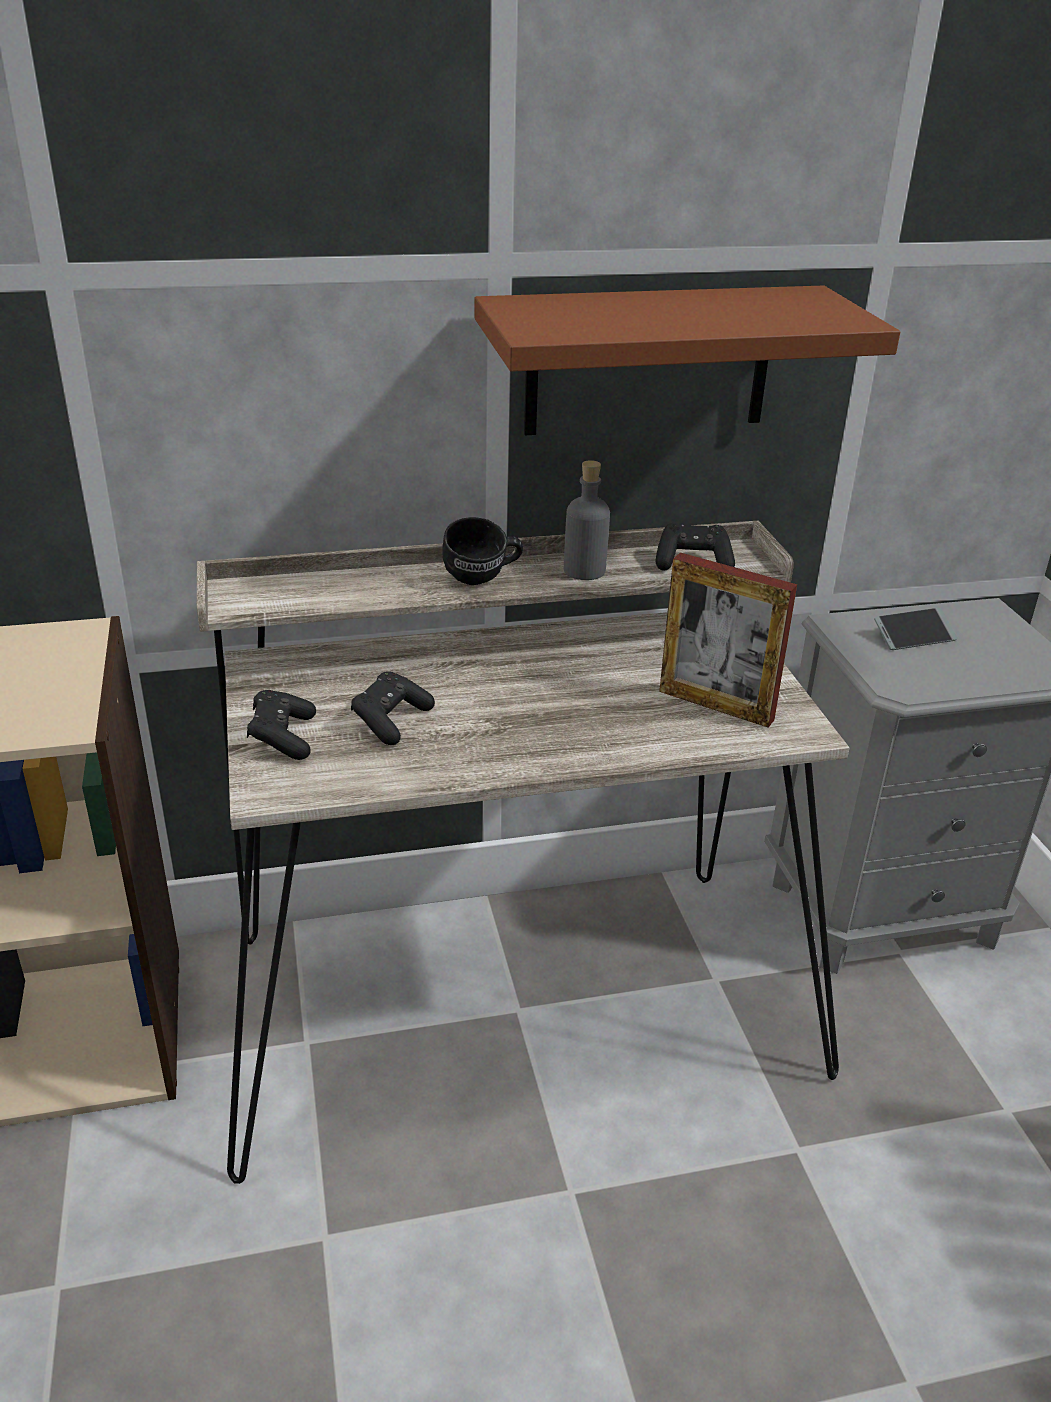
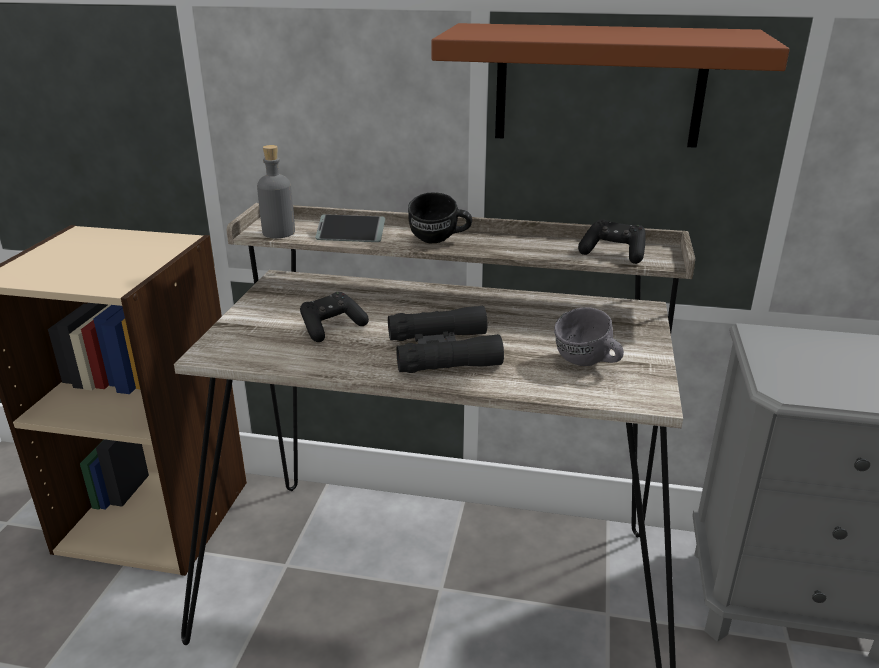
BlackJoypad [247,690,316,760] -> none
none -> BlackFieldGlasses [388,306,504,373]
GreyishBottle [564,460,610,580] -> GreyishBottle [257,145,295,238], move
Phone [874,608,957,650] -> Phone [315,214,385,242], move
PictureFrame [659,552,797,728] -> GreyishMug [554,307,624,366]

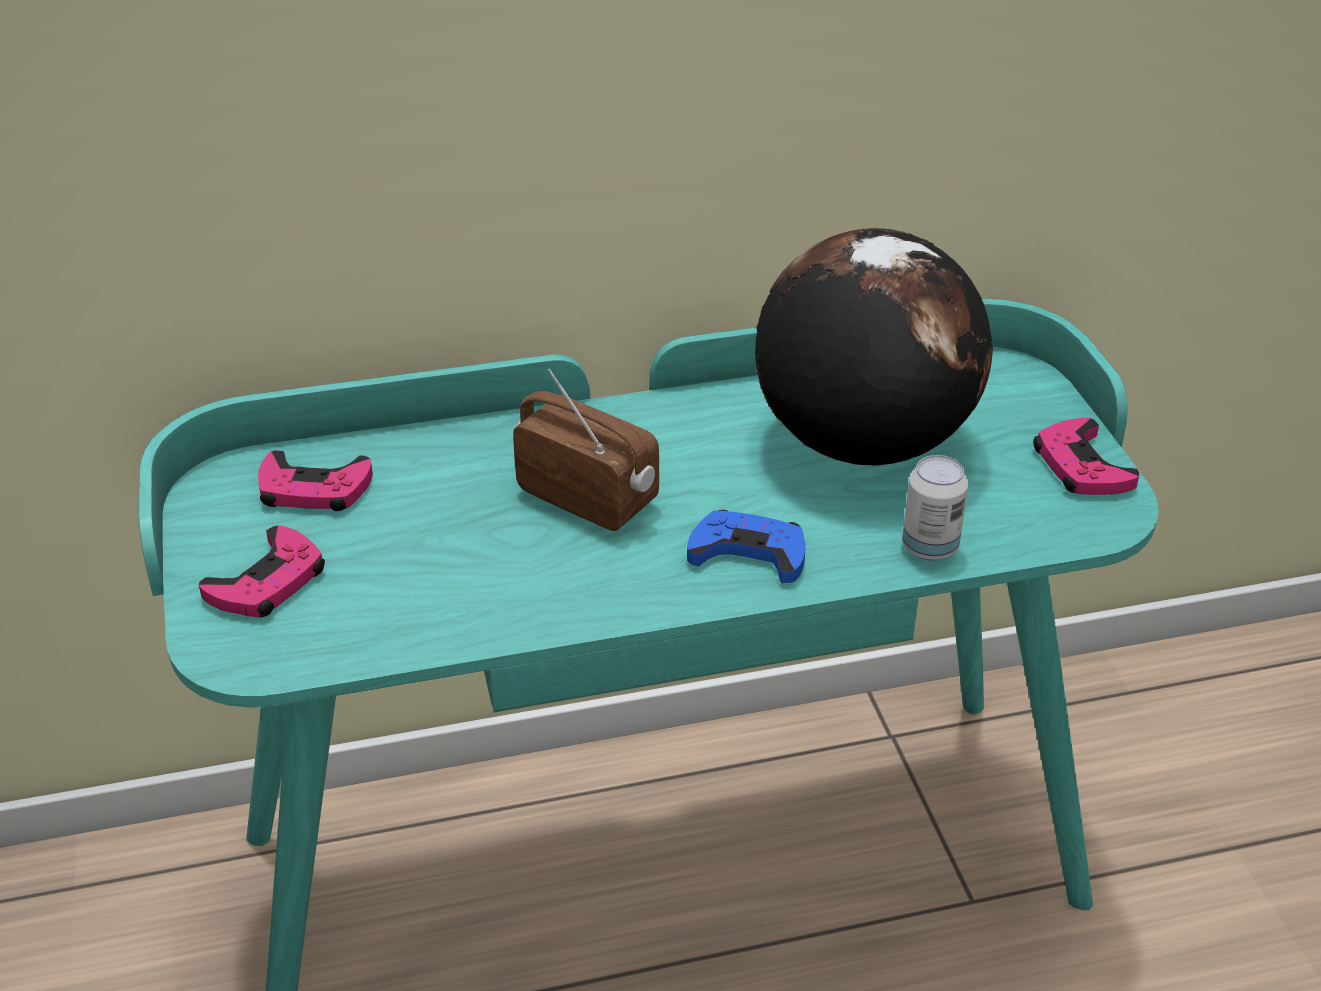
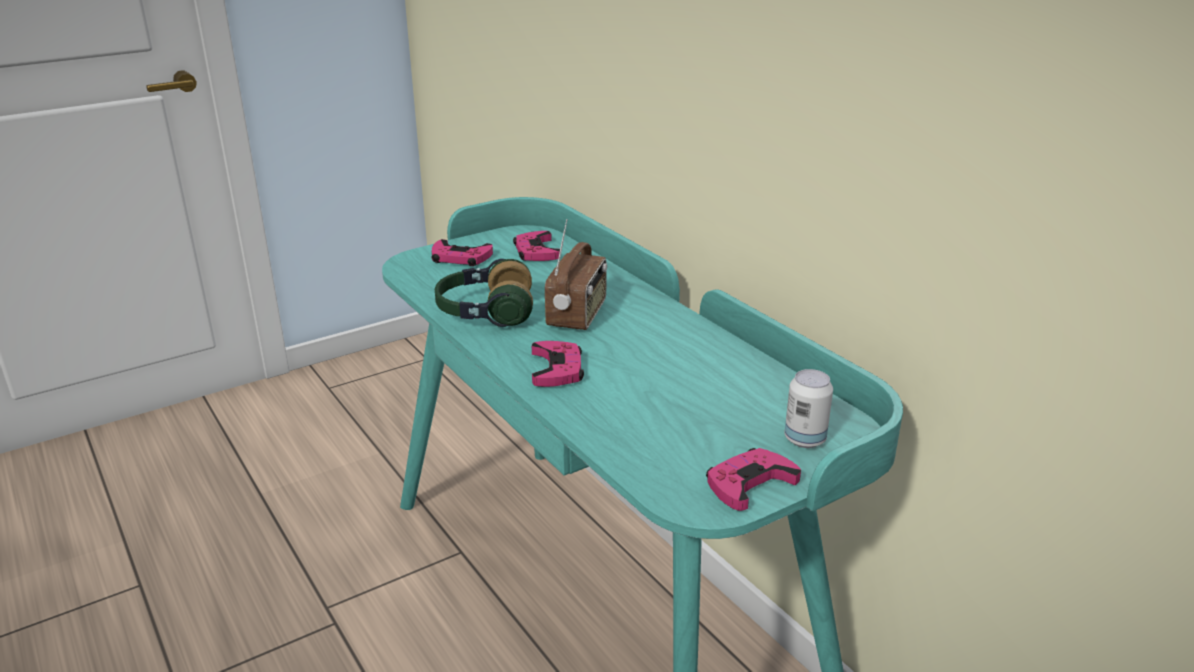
DeskGlobe [755,228,993,466] -> none
none -> Headset [435,259,533,327]
MetalCan [902,455,968,561] -> MetalCan [784,369,833,448], move
BluishJoypad [687,510,805,583] -> PinkJoypad [532,341,584,387]

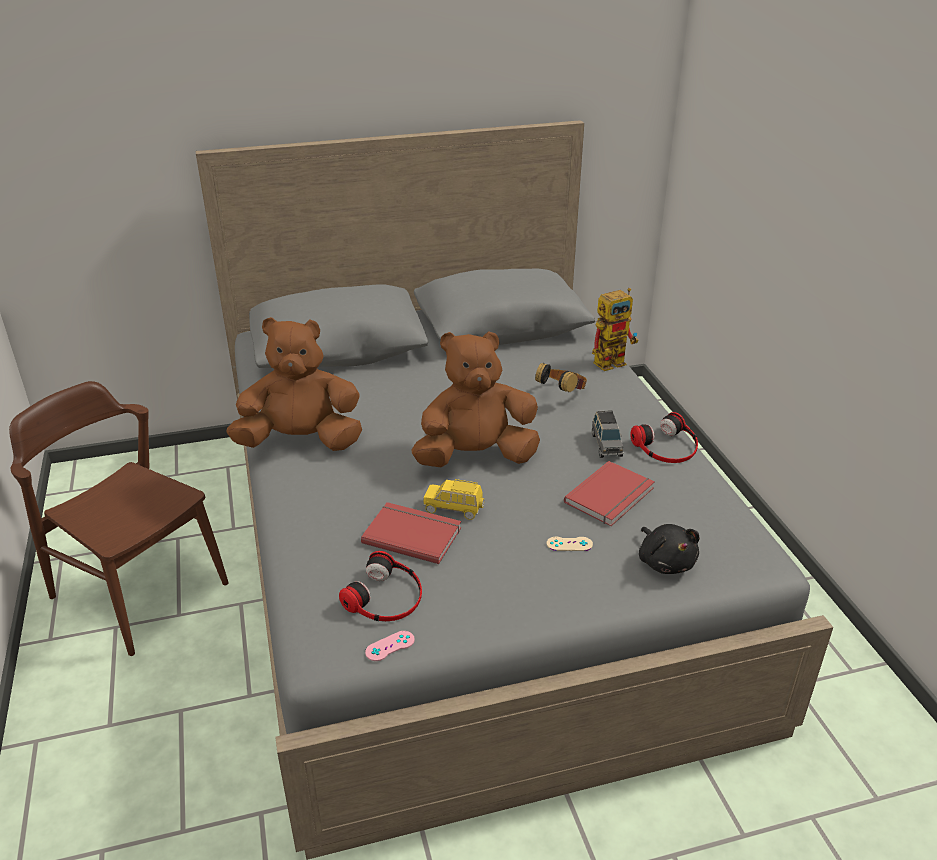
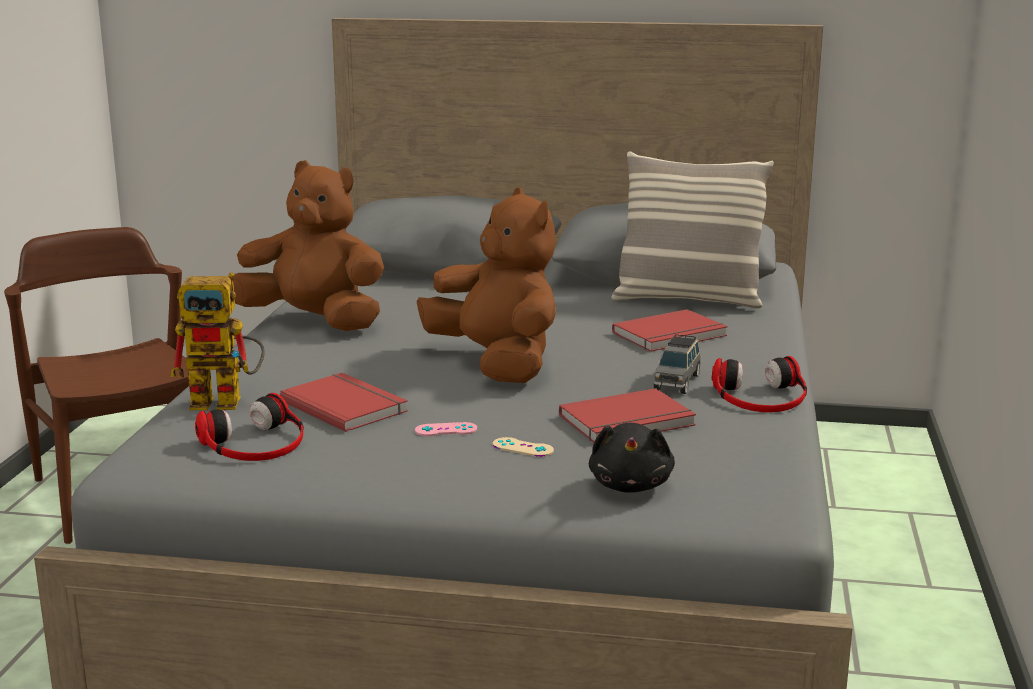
YellowToyCar [423,479,484,520] -> none
none -> Pillow [611,151,774,308]
PinkJoypad [365,631,415,661] -> PinkJoypad [415,422,477,436], move
ModelRobot [592,288,638,371] -> ModelRobot [170,272,265,410], move
Headset [535,363,587,393] -> RedColouredVolume [612,309,728,352]
BrownishCuddlyToy [411,331,540,467] -> BrownishCuddlyToy [417,187,556,383], 45 degrees clockwise

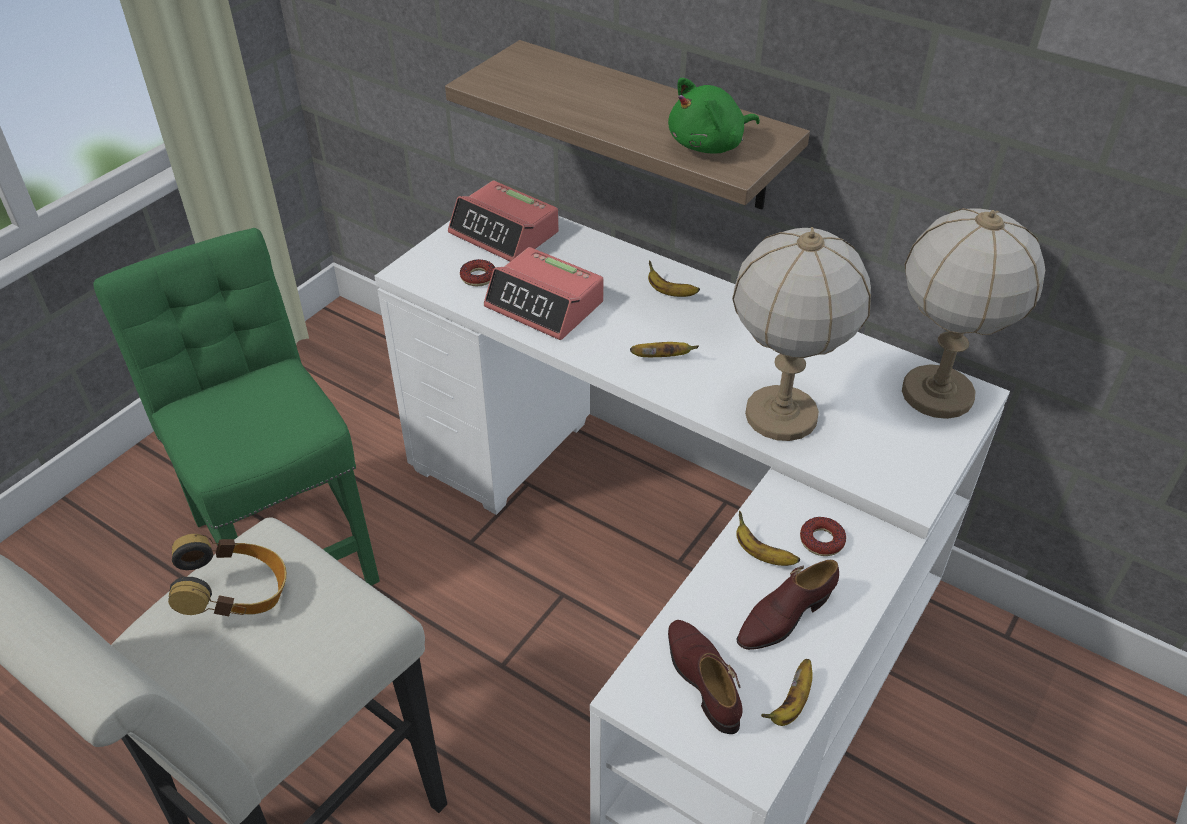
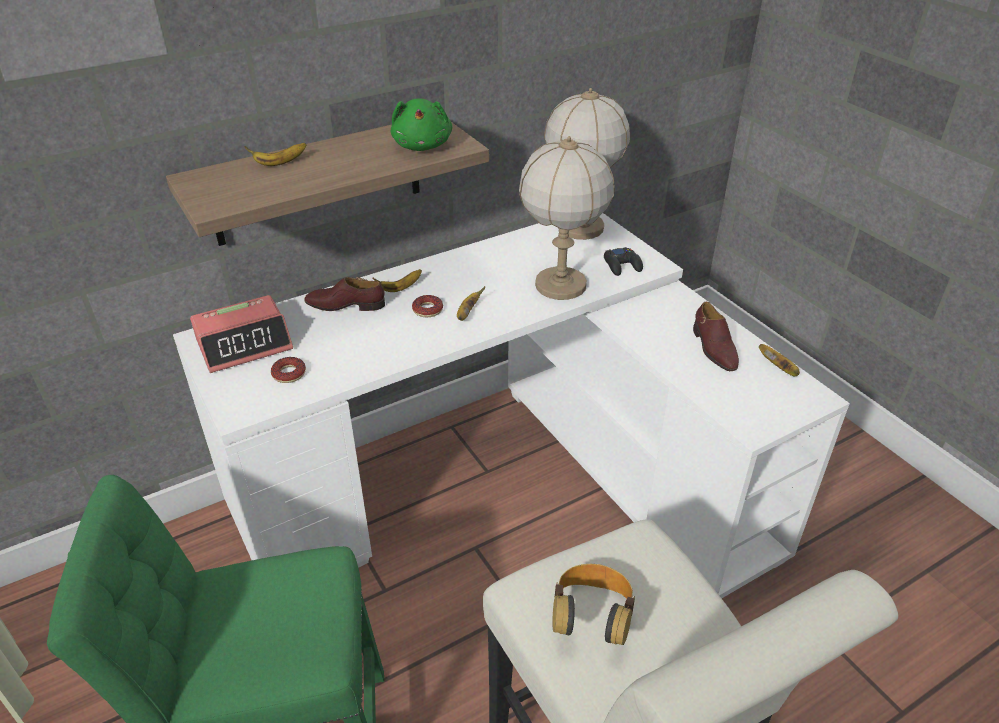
TableClock [484,247,604,340] -> none
none -> BlackJoypad [604,247,643,276]
BrownishLowShoe [668,620,742,734] -> BrownishLowShoe [304,277,385,311], move
WholeBanana [736,511,800,566] -> WholeBanana [244,143,306,166], move
Donut [800,517,846,556] -> Donut [412,295,443,317], move

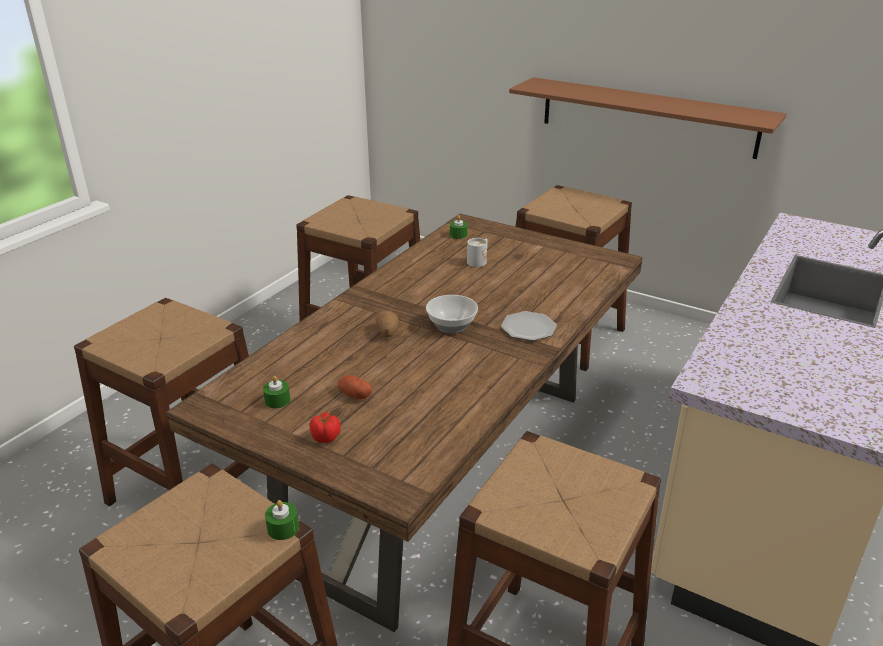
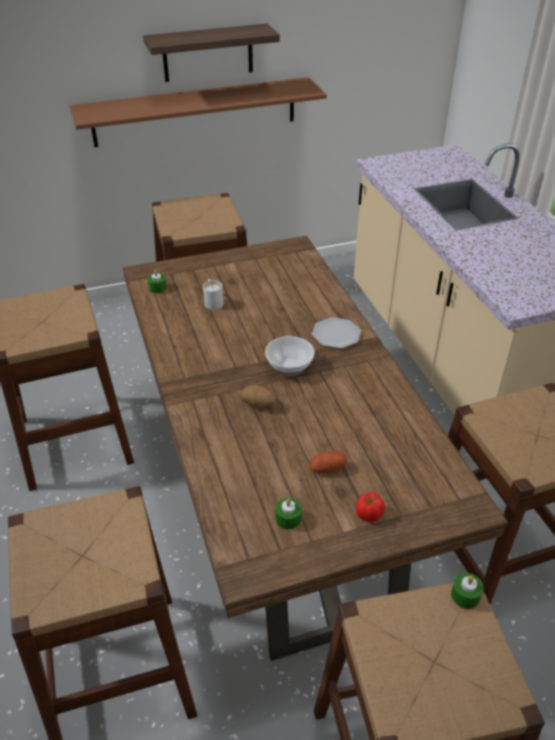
none -> Shelf [143,24,280,82]

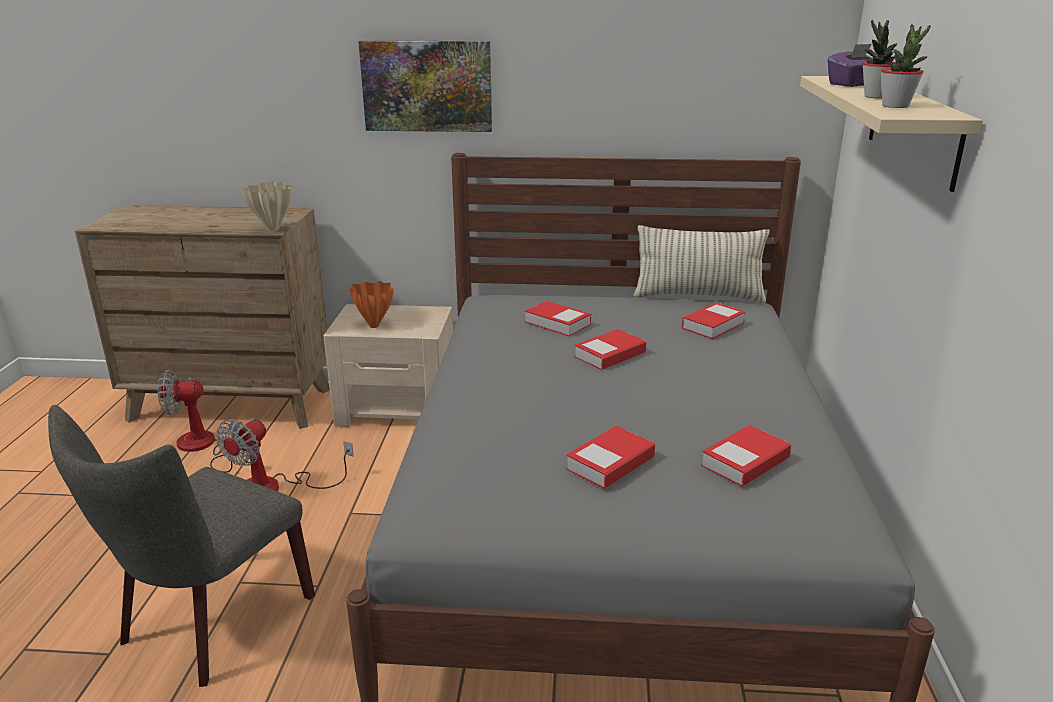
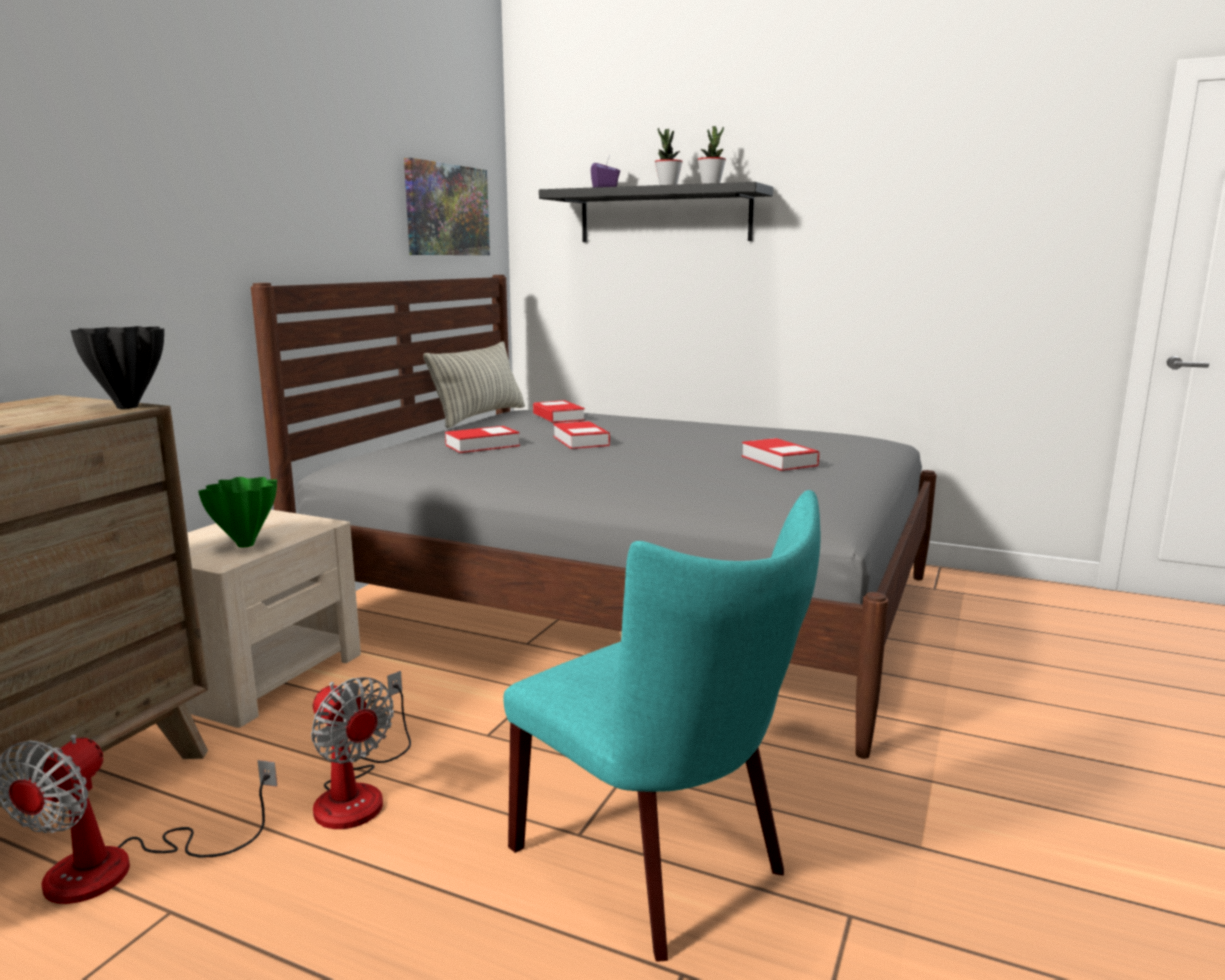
Volume [701,425,791,487] -> none
WallPicture [358,41,492,132] -> WallPicture [404,158,490,255], move
GreyishPlainChair [48,405,315,687] -> TurquoiseColouredPlainChair [503,490,821,962]
SandColouredVase [241,181,293,231] -> BlackVase [70,326,164,409]
OrangeVase [350,281,394,328] -> GreenishVase [198,477,277,548]
SandColouredShelf [800,76,983,192] -> BlackShelf [539,182,773,242]

